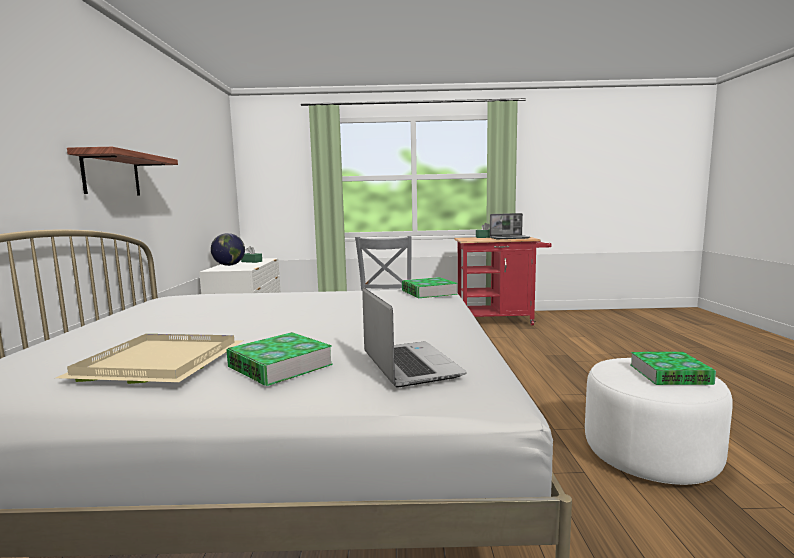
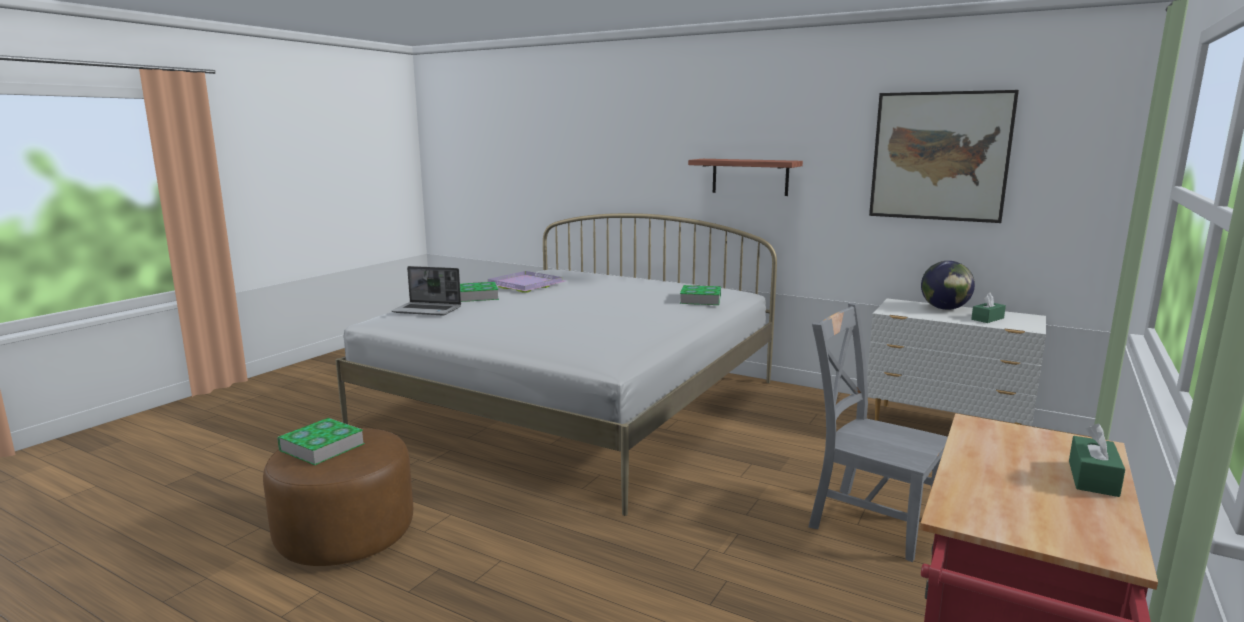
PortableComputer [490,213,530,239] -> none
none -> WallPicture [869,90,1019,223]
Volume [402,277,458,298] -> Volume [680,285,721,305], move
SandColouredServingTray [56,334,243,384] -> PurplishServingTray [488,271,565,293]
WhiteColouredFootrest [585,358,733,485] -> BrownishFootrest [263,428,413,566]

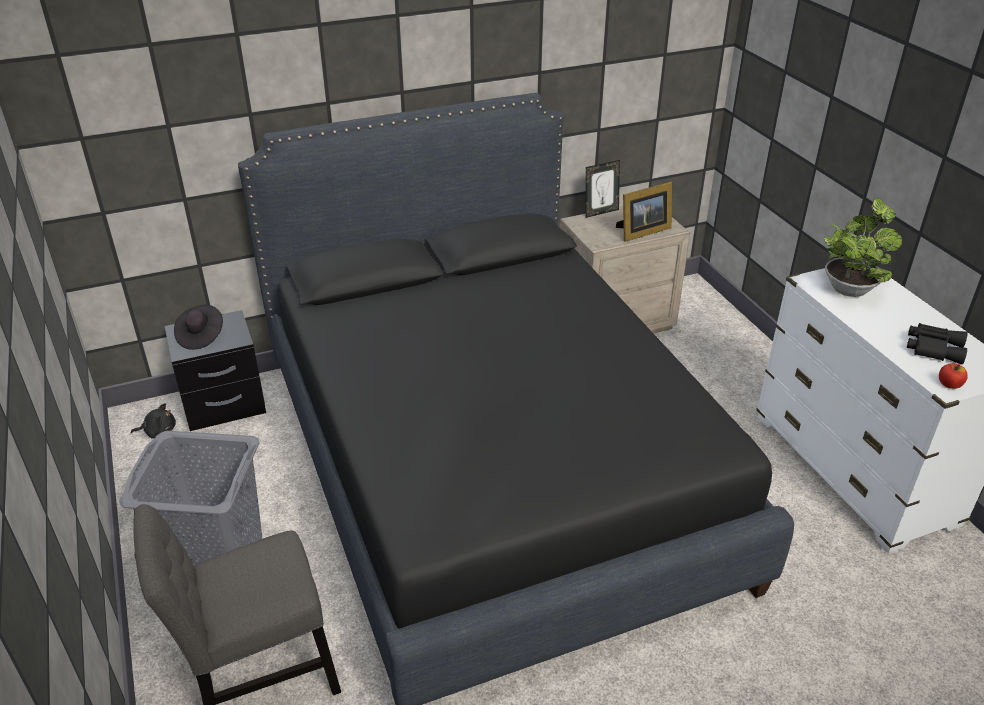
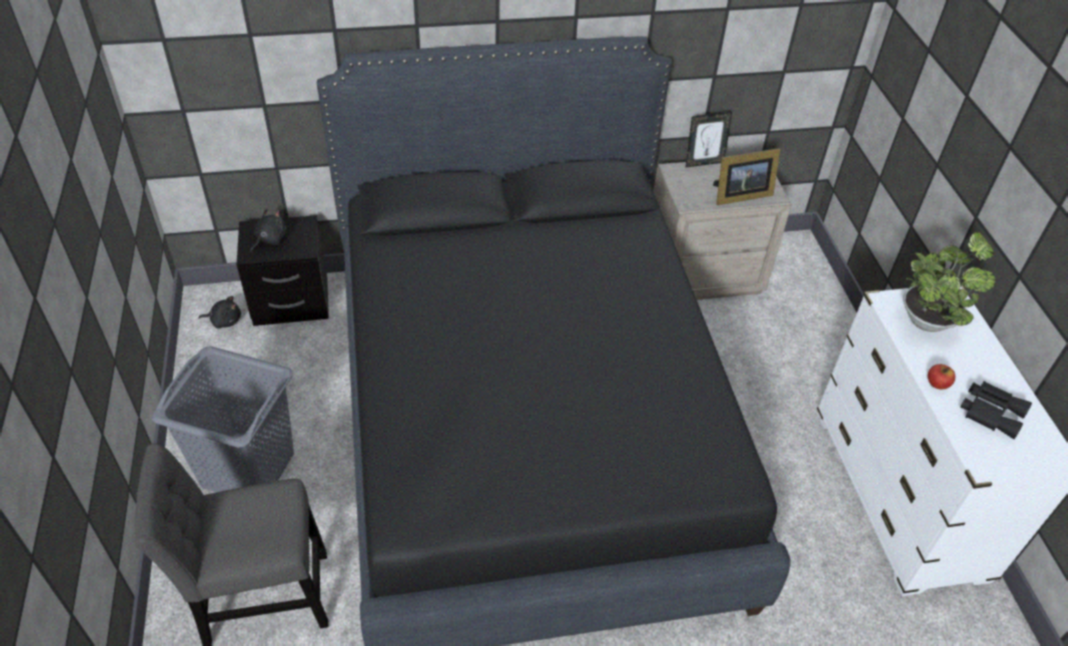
AppleFruit [939,364,968,389] -> AppleFruit [928,364,955,389], move
BlackHat [174,305,223,350] -> BlackCuddlyToy [250,209,287,252]

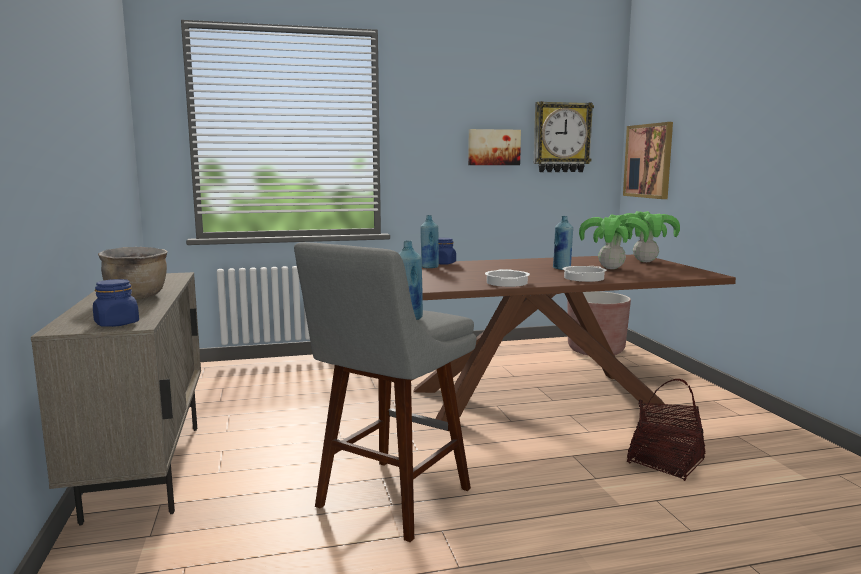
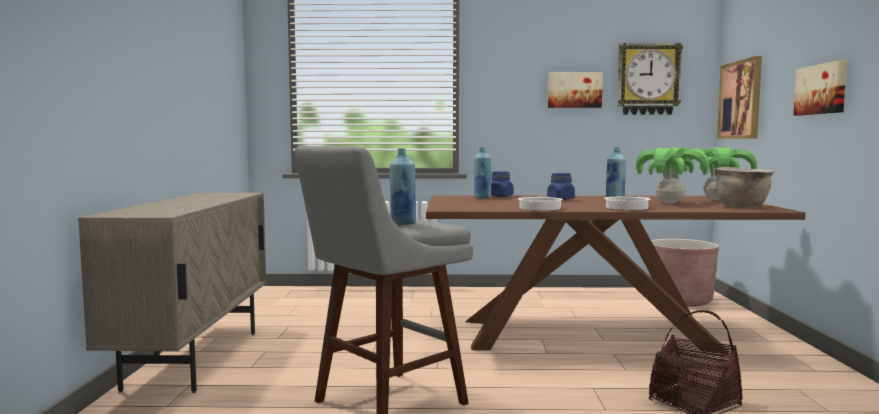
none -> WallPicture [793,60,847,116]
BluishStorageJar [93,279,139,327] -> BluishStorageJar [547,173,575,200], move
BrownishSaucepot [98,247,168,299] -> BrownishSaucepot [716,167,774,208], move

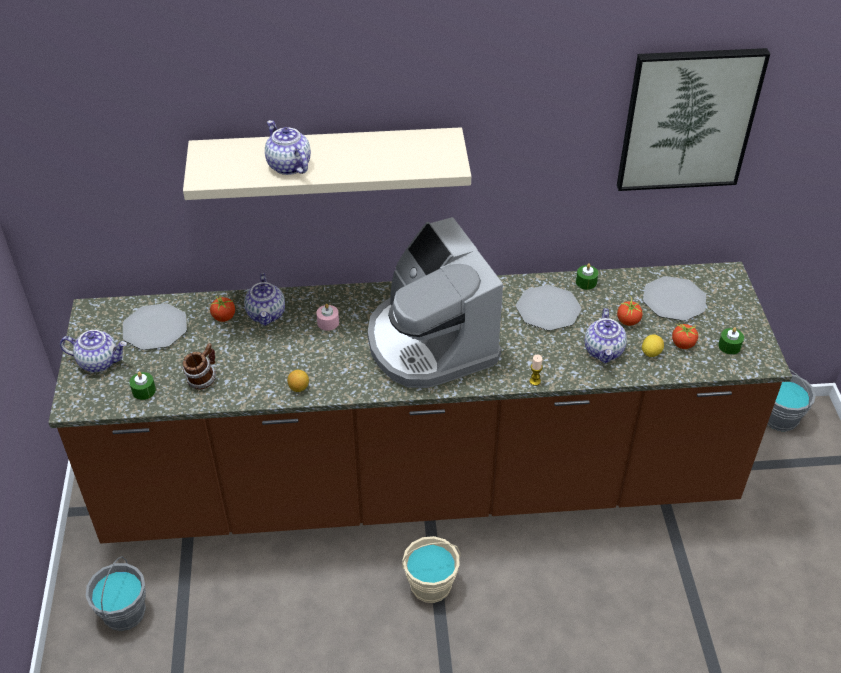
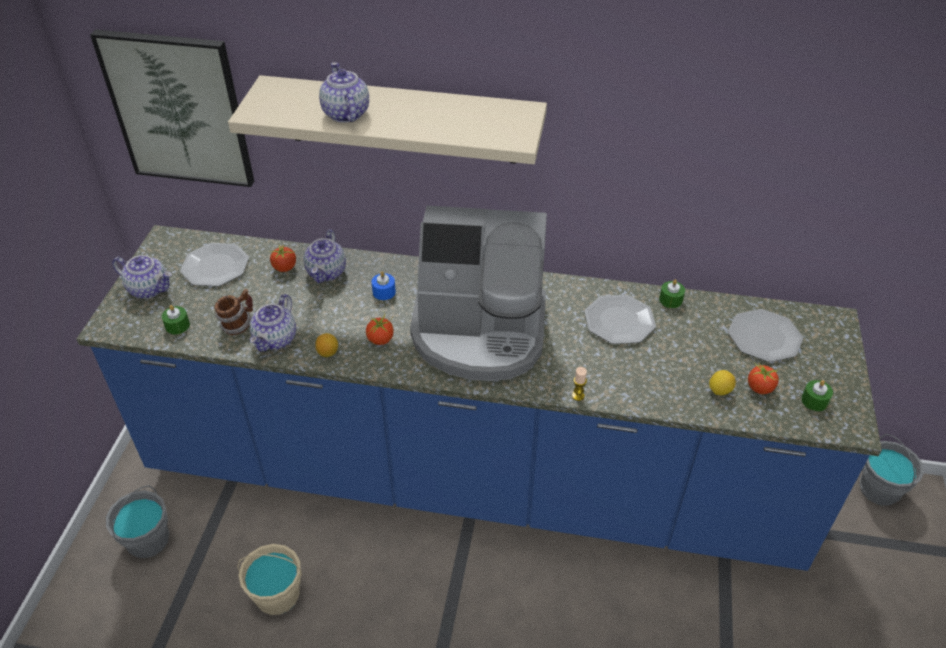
SandColouredWaterBucket [402,536,461,603] -> SandColouredWaterBucket [237,544,302,615], move
PotForTea [584,308,627,363] -> PotForTea [250,294,296,352], move
WallPicture [617,48,770,191] -> WallPicture [90,29,254,187], move
FreshTomato [617,297,643,326] -> FreshTomato [366,312,394,345], move
BrownishKitchenBaseUnit [48,262,792,543] -> BluishKitchenBaseUnit [76,225,882,571]
PinkWaxCandle [316,304,339,331] -> BluishWaxCandle [372,271,396,300]
CoffeeMaker [368,217,503,388] -> CoffeeMaker [410,206,547,381], 75 degrees counterclockwise

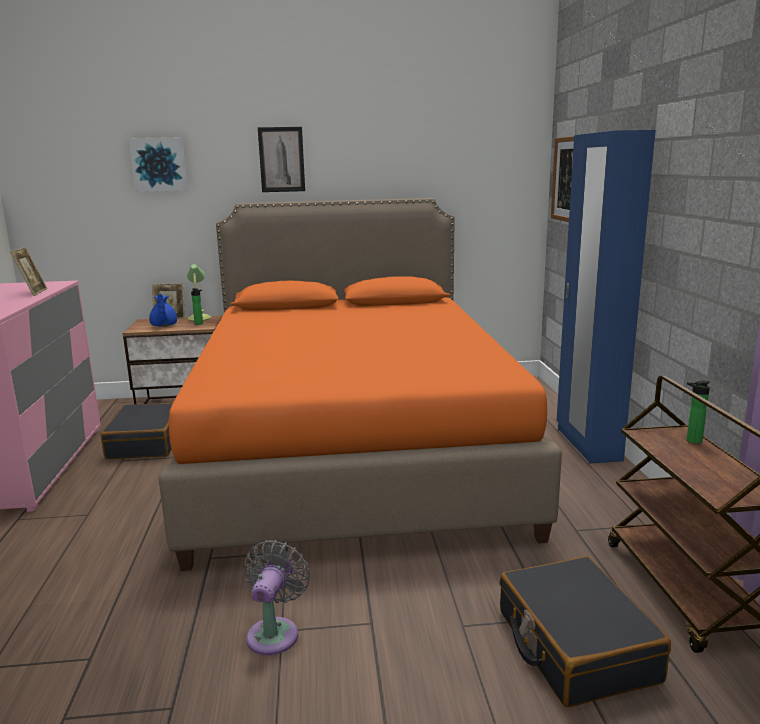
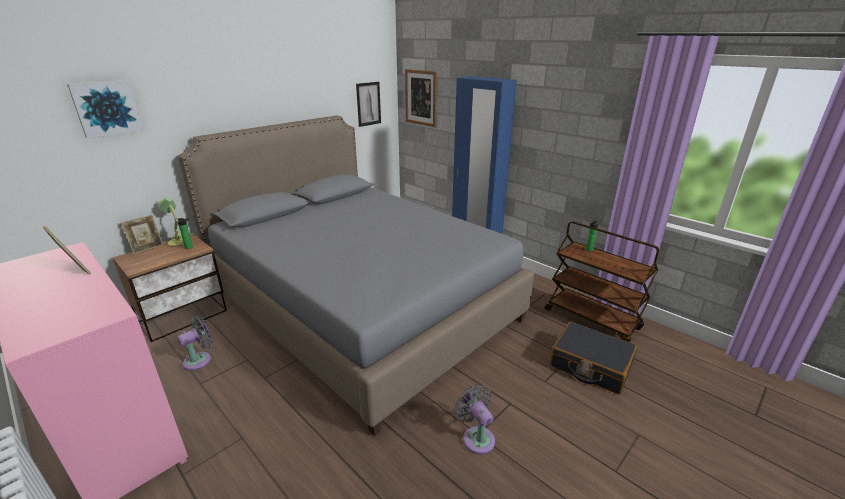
BluishPotForTea [149,293,177,327] -> none
WallPicture [258,127,305,192] -> WallPicture [356,82,381,127], move
BlackPieceOfLuggage [101,403,173,459] -> GreyishCoolingFan [177,316,213,371]
OrangeSleepingBed [159,198,562,571] -> GreyishSleepingBed [178,115,534,436]

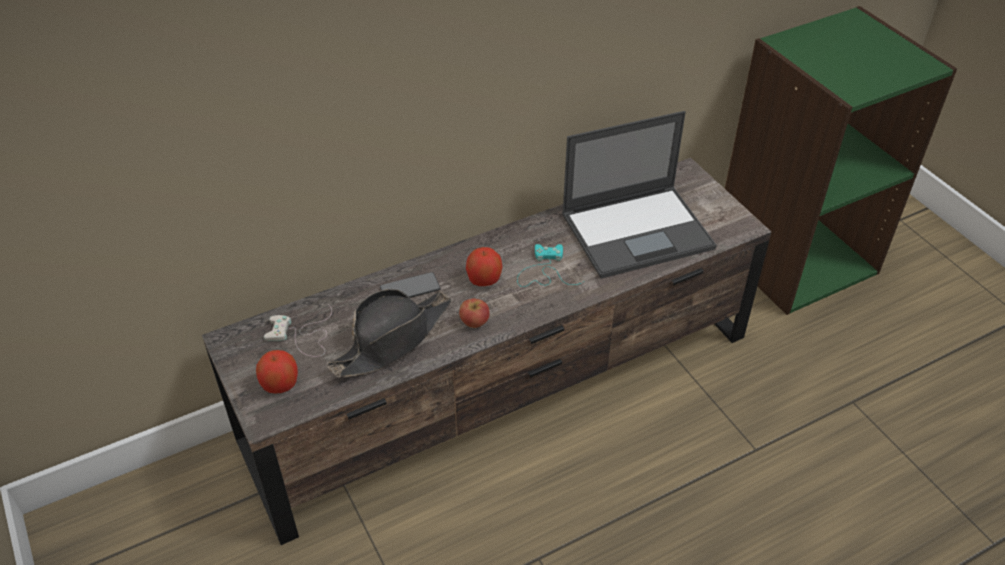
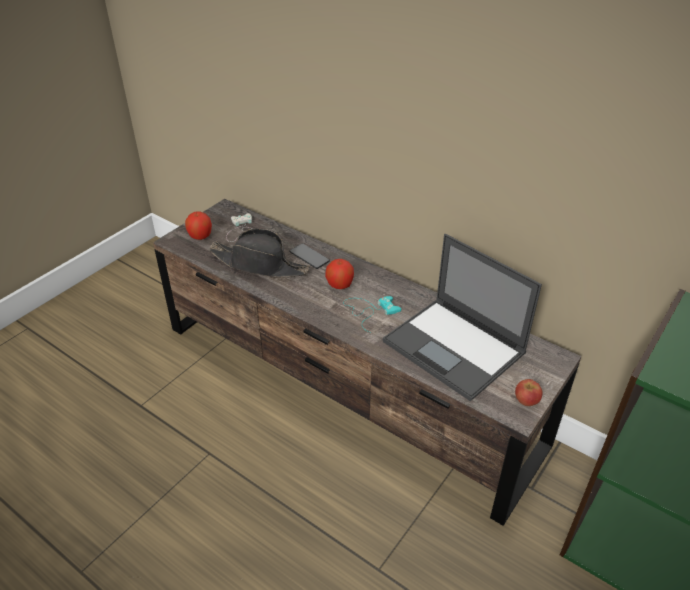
AppleFruit [459,298,489,328] -> AppleFruit [515,379,543,406], move

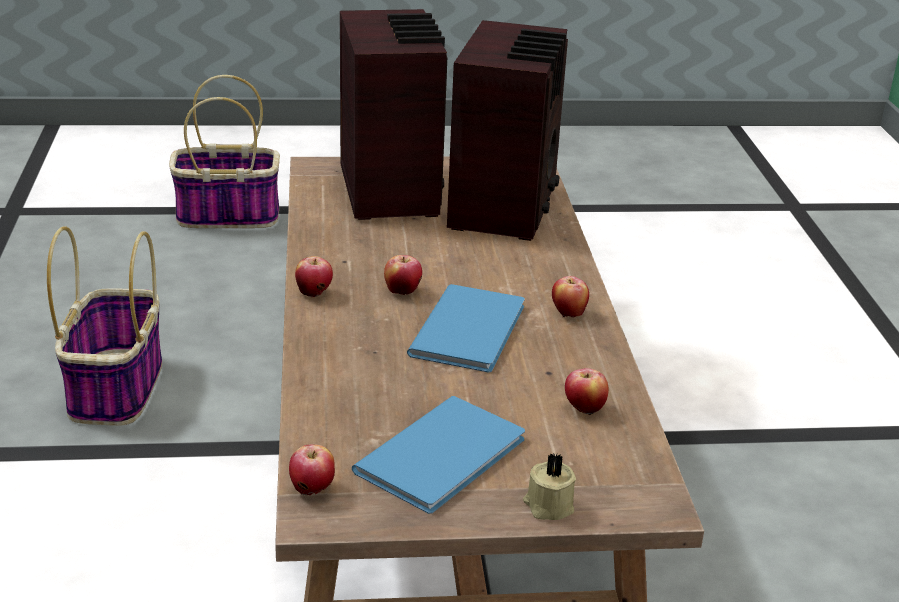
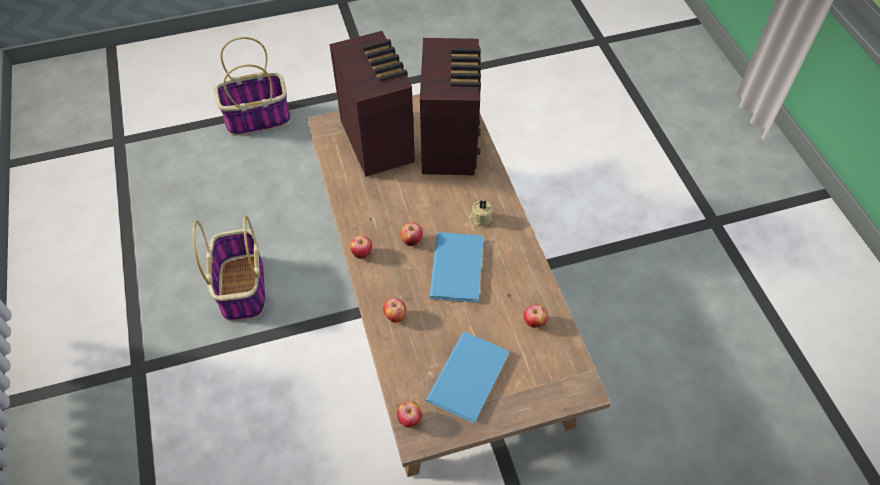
SandColouredWaxCandle [523,453,576,520] -> SandColouredWaxCandle [470,199,493,226], move
AppleFruit [552,276,589,318] -> AppleFruit [383,298,406,323], move

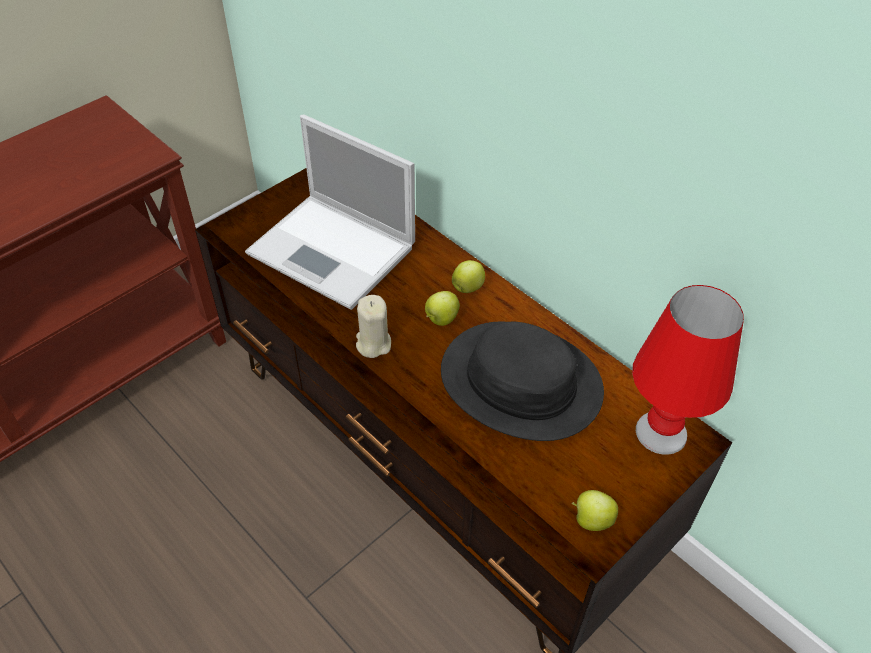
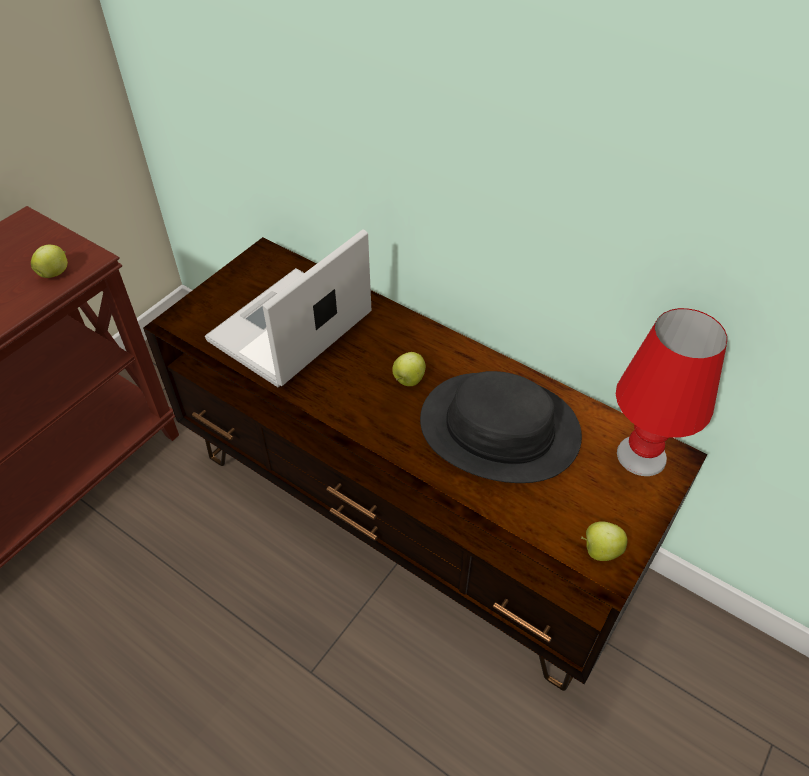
SandColouredWaxCandle [356,295,391,358] -> none
AppleFruit [452,260,485,293] -> AppleFruit [31,245,68,278], move
PortableComputer [245,114,415,310] -> PortableComputer [205,229,371,387], 105 degrees clockwise

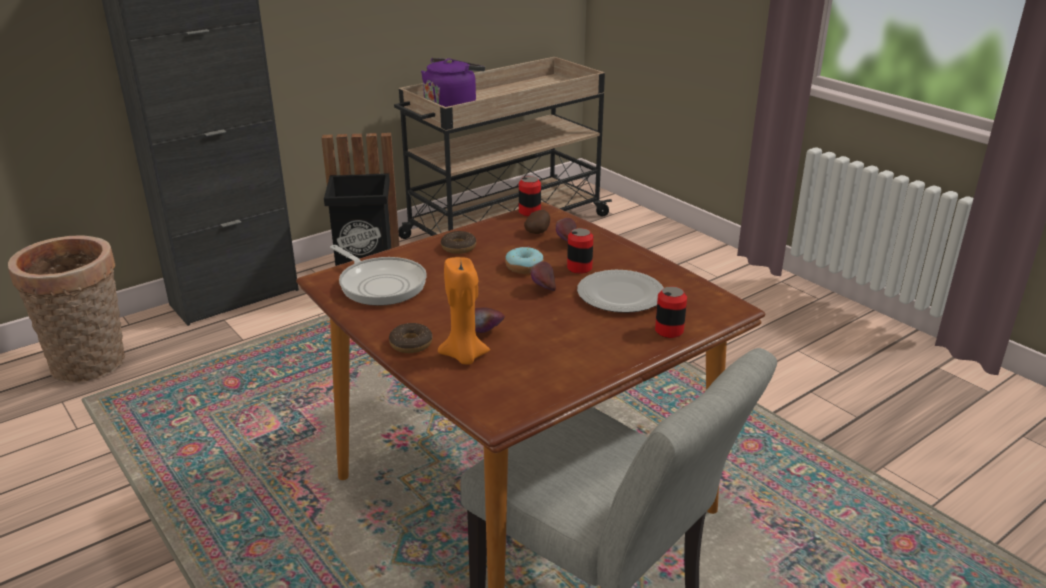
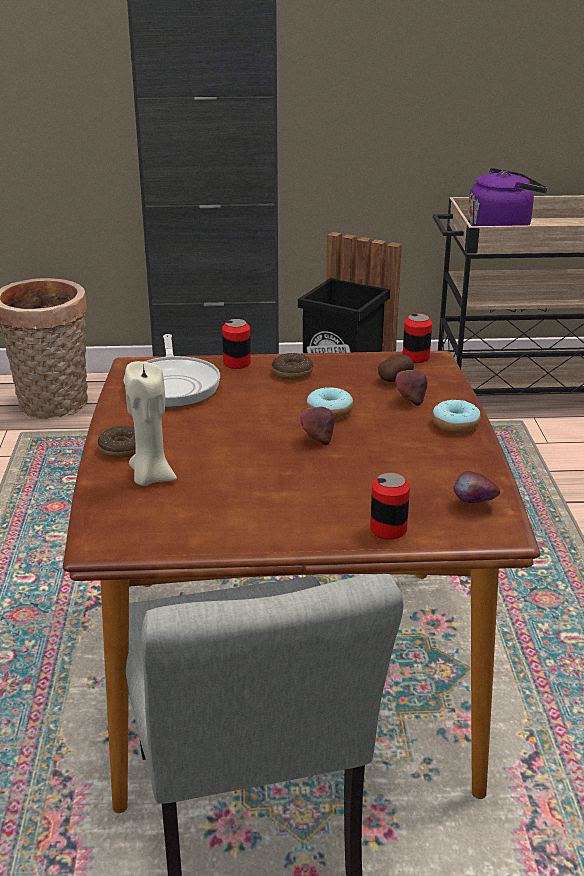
FlatDish [577,270,664,313] -> none
none -> Donut [432,400,480,433]
AppleFruit [475,307,505,333] -> AppleFruit [453,471,500,503], move
MetalCan [567,228,593,274] -> MetalCan [222,319,251,369], move
OrangeWaxCandle [438,257,490,364] -> SandColouredWaxCandle [125,361,177,486]

